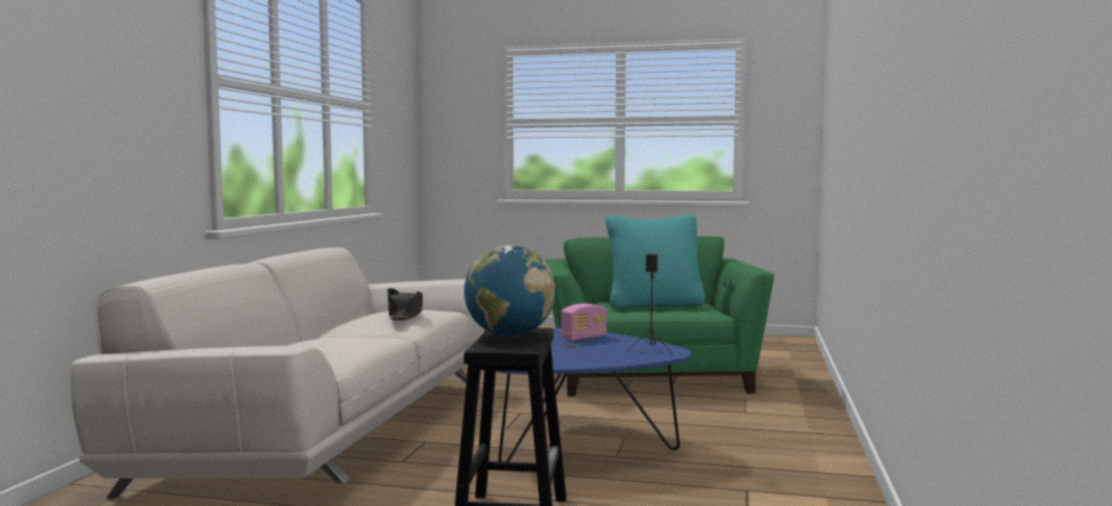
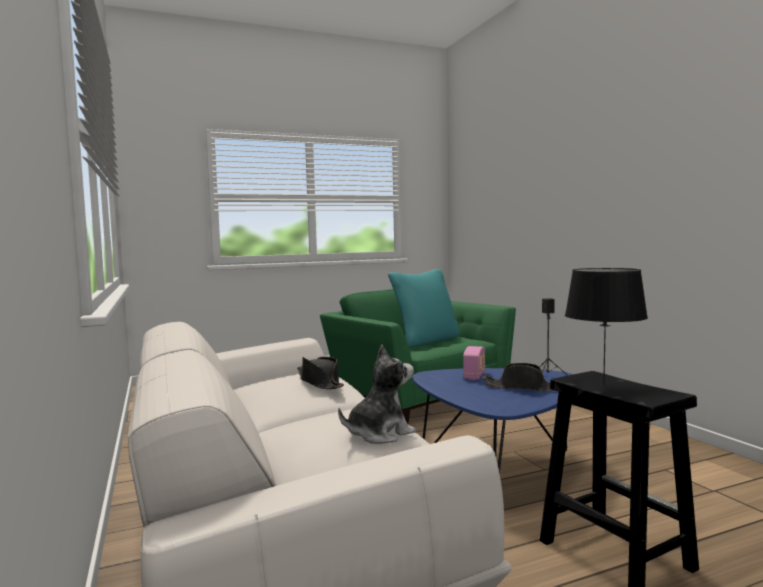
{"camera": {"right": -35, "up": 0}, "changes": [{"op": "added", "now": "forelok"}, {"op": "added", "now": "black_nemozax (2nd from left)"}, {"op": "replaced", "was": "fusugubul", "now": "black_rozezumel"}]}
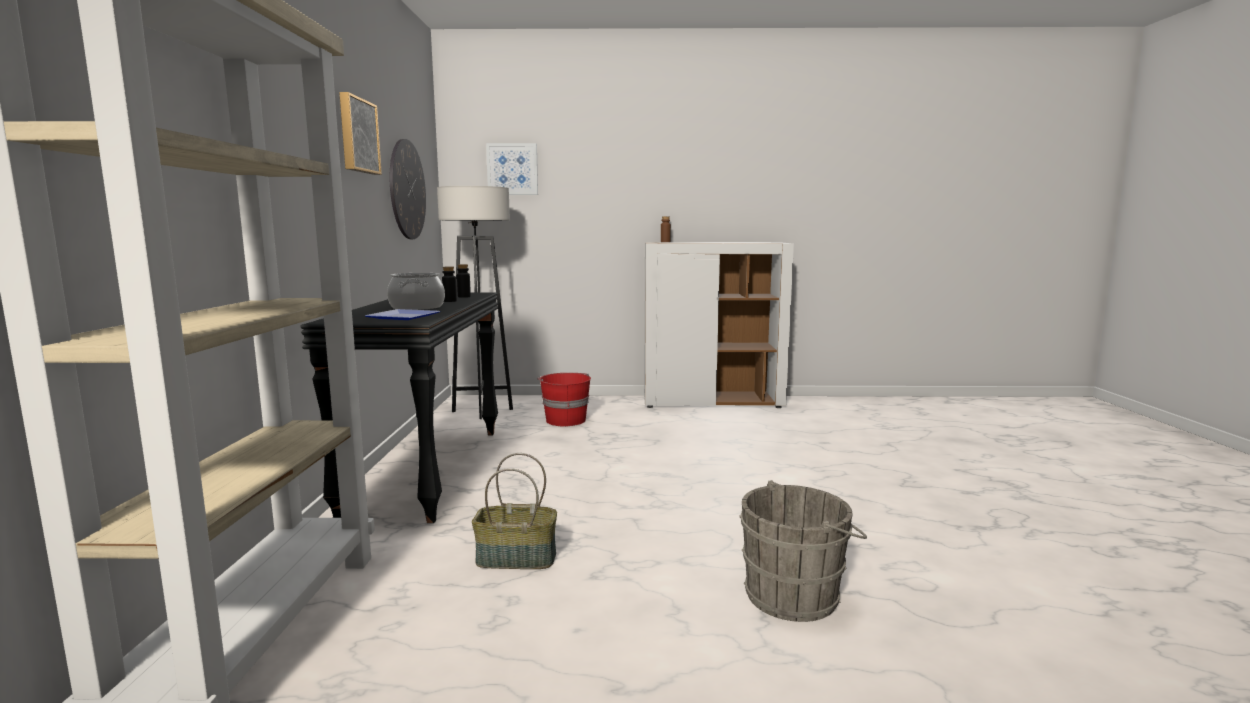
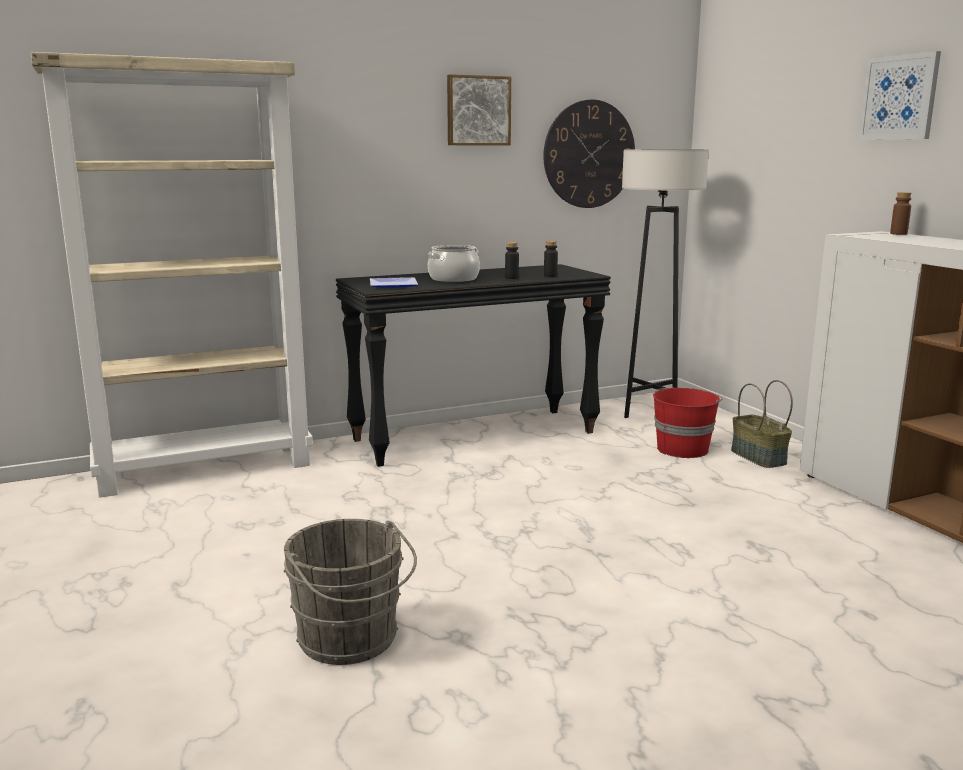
{"camera": {"right": 65, "up": 5}, "changes": [{"op": "moved", "was": "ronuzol"}, {"op": "moved", "was": "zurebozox (2nd from left)"}]}
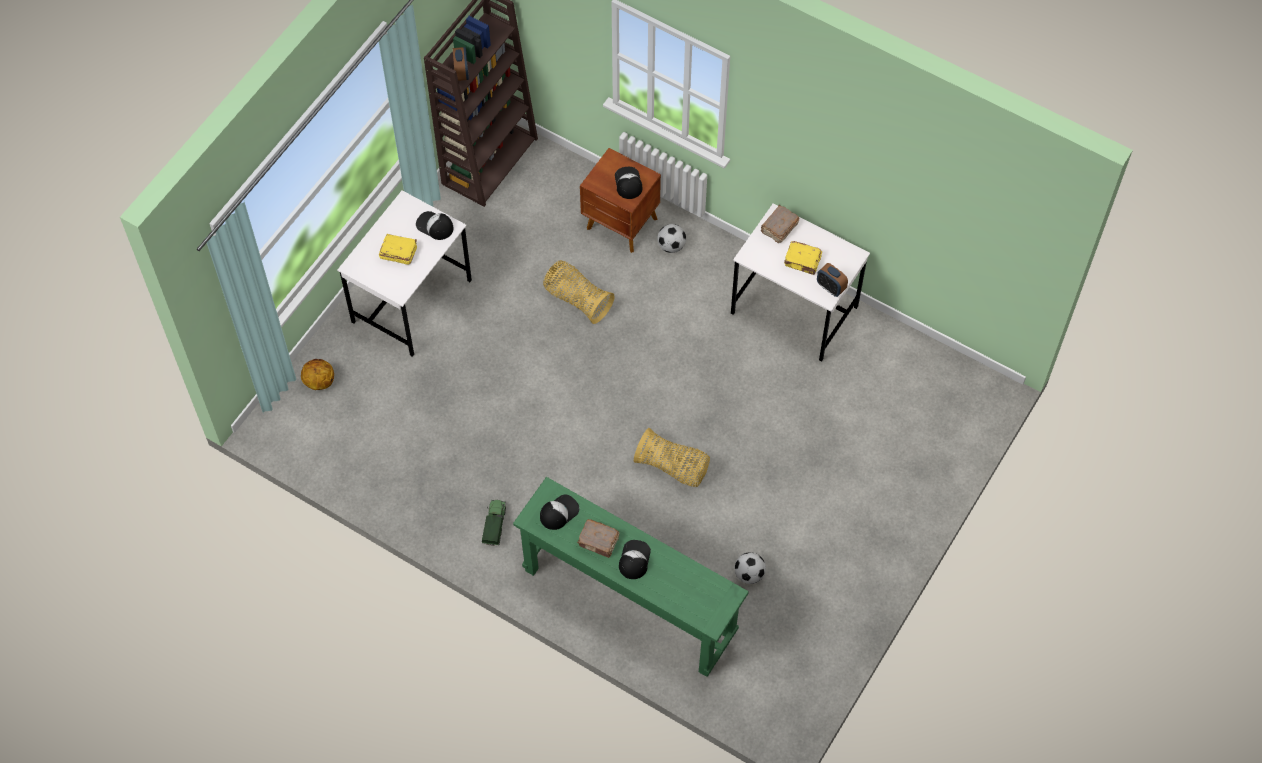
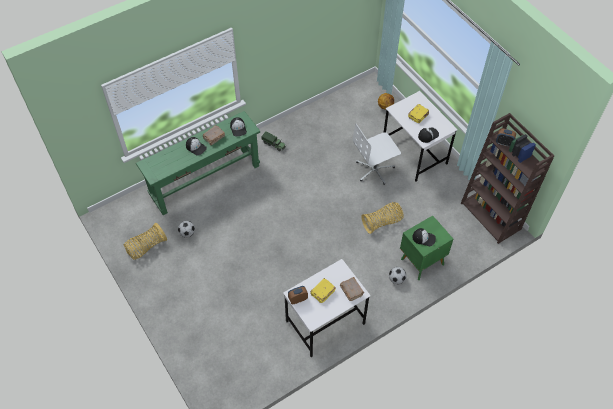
{"camera": {"right": 115, "up": -5}, "changes": [{"op": "moved", "was": "ronuzol (2nd from left in the first image)", "now": "ronuzol (1st from left)"}, {"op": "added", "now": "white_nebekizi"}, {"op": "recoloured", "was": "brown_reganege", "now": "green_reganege"}]}
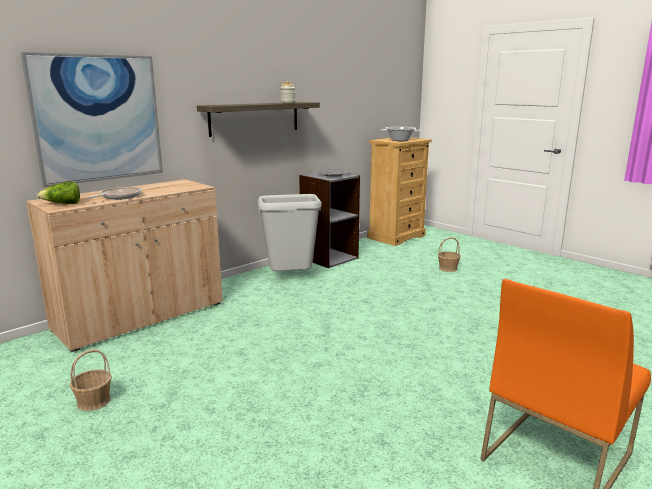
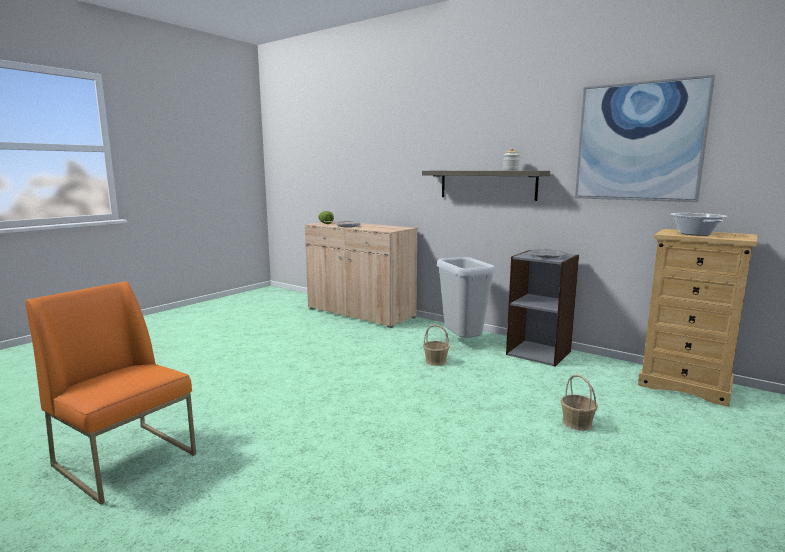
{"camera": {"right": 80, "up": -5}, "changes": [{"op": "moved", "was": "ronuzol (1st from left)"}, {"op": "moved", "was": "zurebozox"}]}
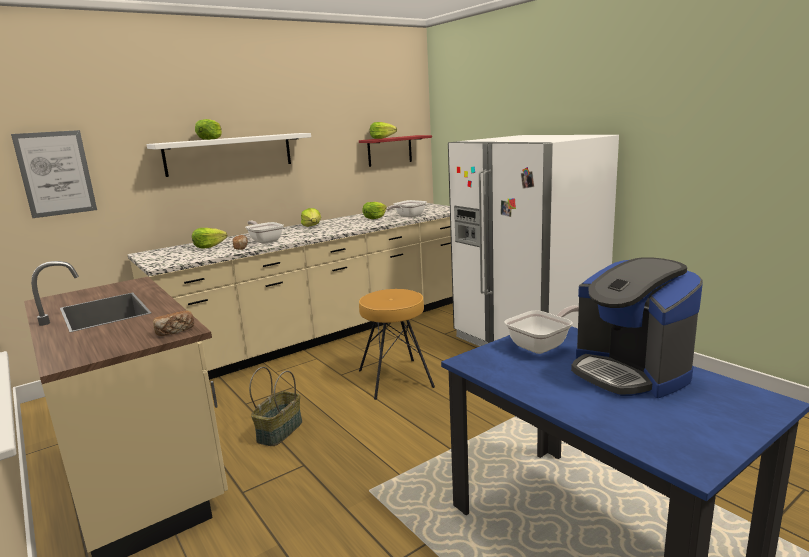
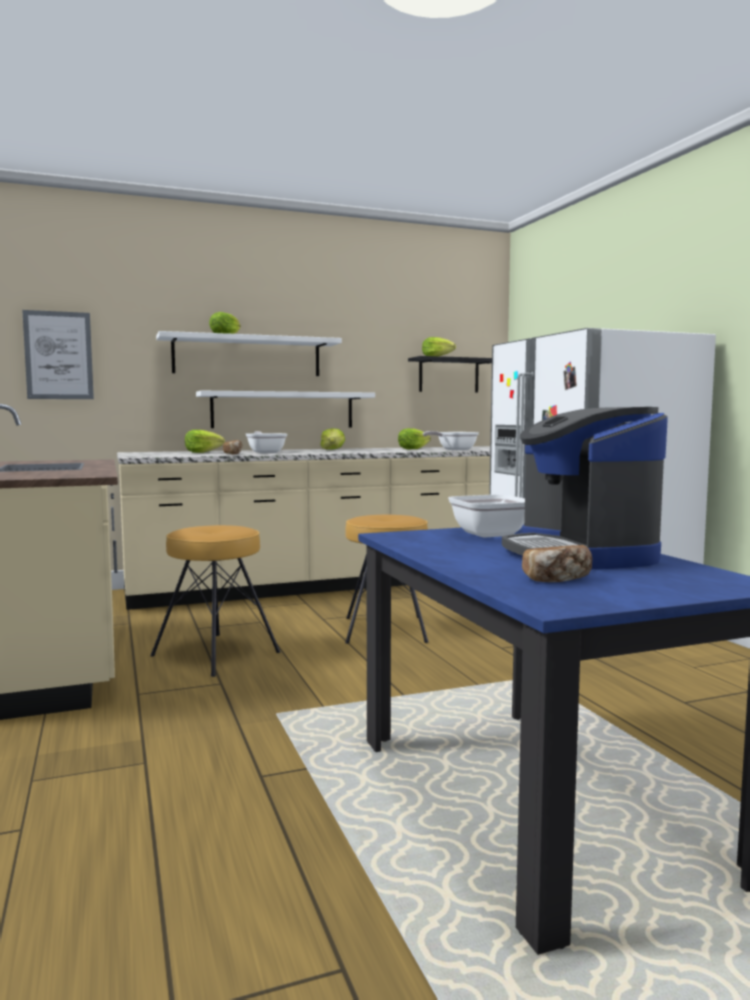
{"camera": {"right": 15, "up": -10}, "changes": [{"op": "replaced", "was": "ronuzol", "now": "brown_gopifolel (1st from left)"}, {"op": "added", "now": "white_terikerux (2nd from left)"}, {"op": "recoloured", "was": "red_terikerux", "now": "black_terikerux"}, {"op": "moved", "was": "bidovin (1st from left in the first image)", "now": "bidovin (2nd from left)"}]}
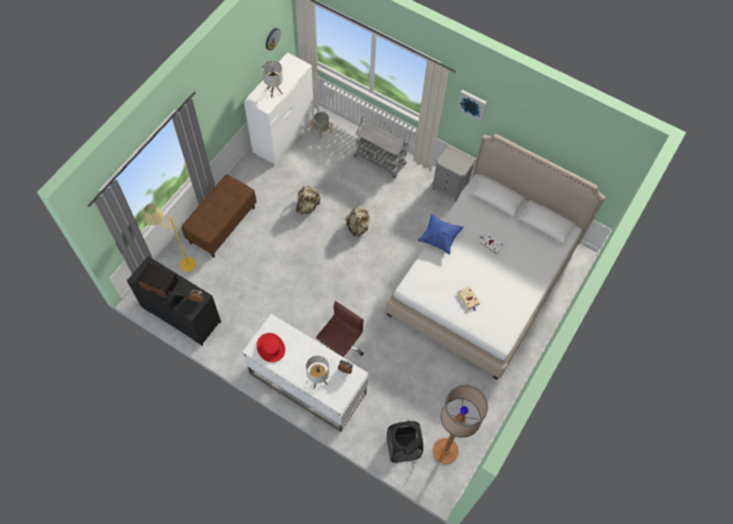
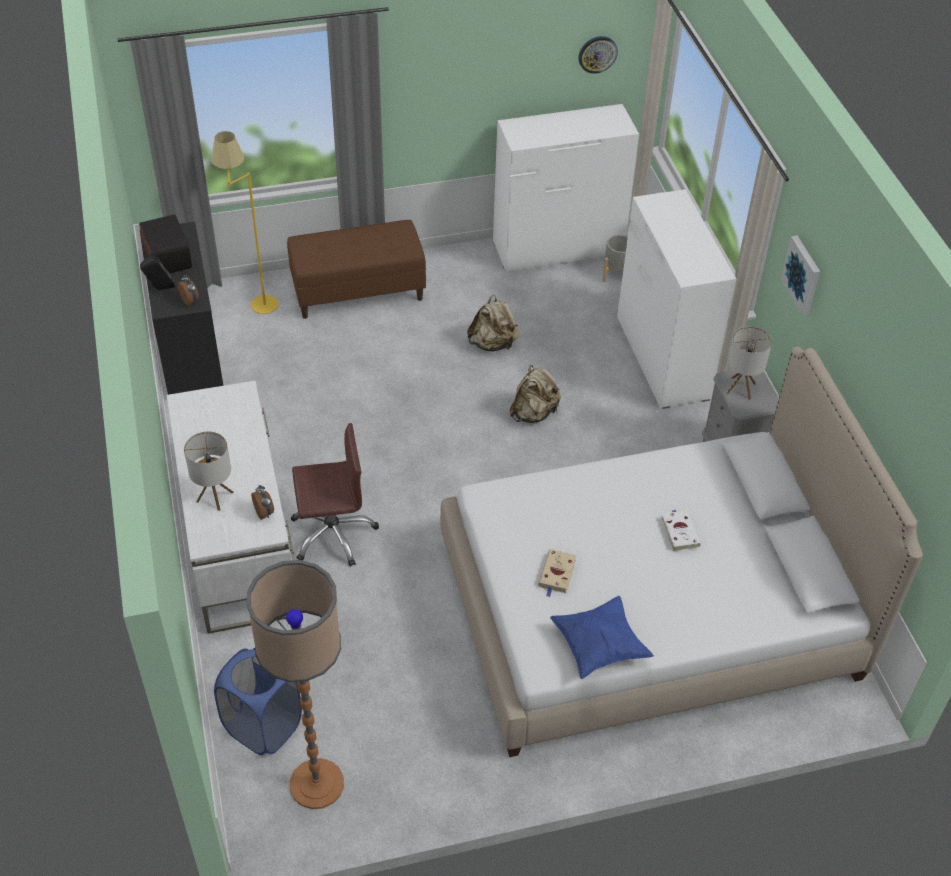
{"camera": {"right": 45, "up": -15}, "changes": [{"op": "recoloured", "was": "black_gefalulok", "now": "blue_gefalulok"}, {"op": "moved", "was": "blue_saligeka"}, {"op": "replaced", "was": "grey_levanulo", "now": "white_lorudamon (2nd from left)"}, {"op": "moved", "was": "rozezumel (1st from left in the first image)", "now": "rozezumel (2nd from left)"}, {"op": "removed", "was": "red_nemozax"}]}
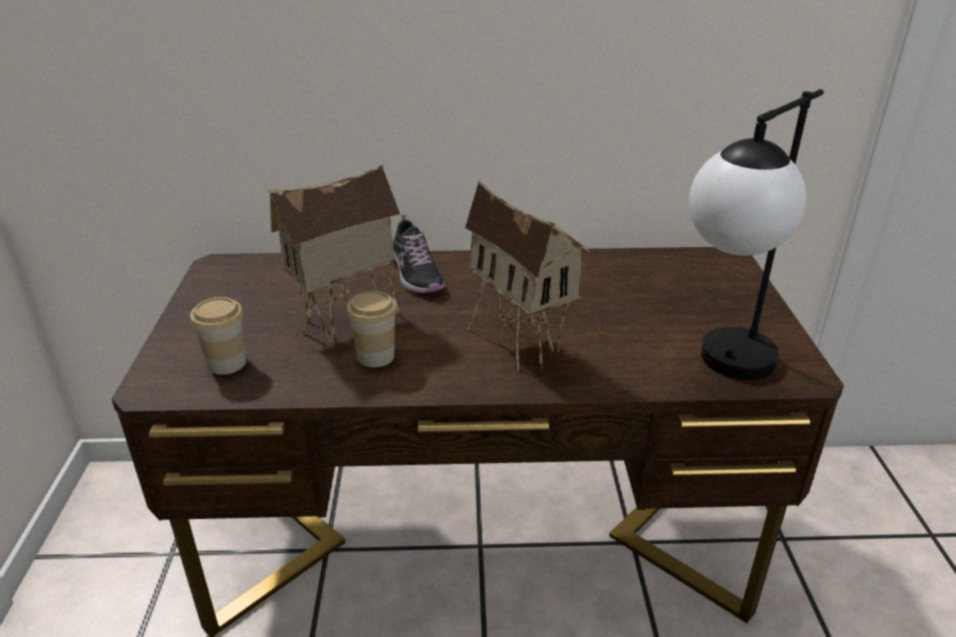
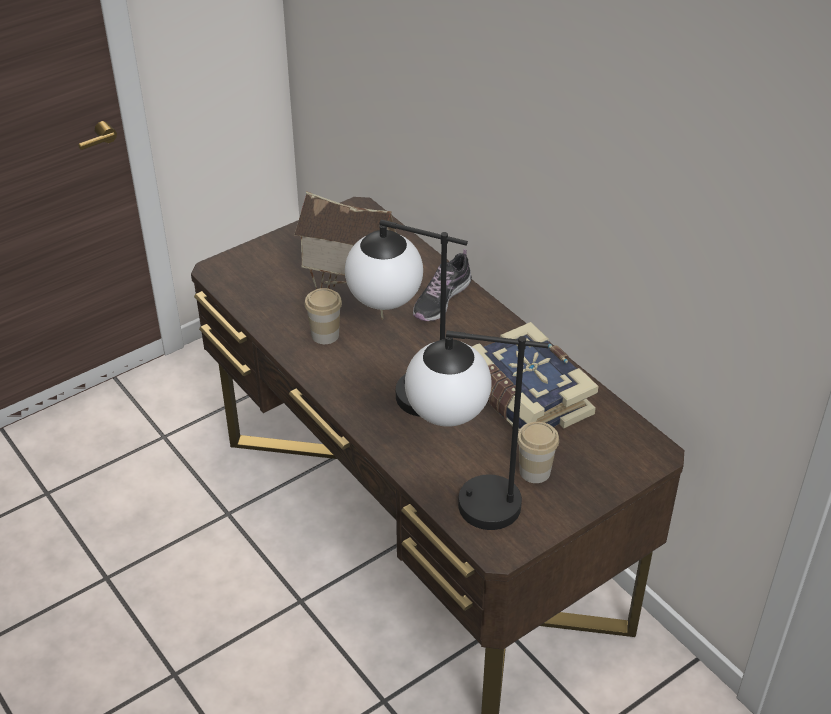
{"camera": {"right": 55, "up": 10}, "changes": [{"op": "replaced", "was": "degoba (2nd from left)", "now": "rozezumel (1st from left)"}, {"op": "added", "now": "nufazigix"}, {"op": "moved", "was": "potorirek (1st from left in the first image)", "now": "potorirek (2nd from left)"}]}
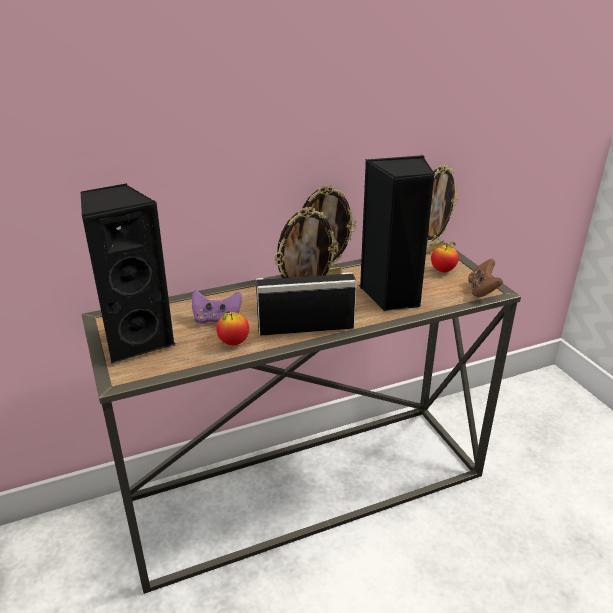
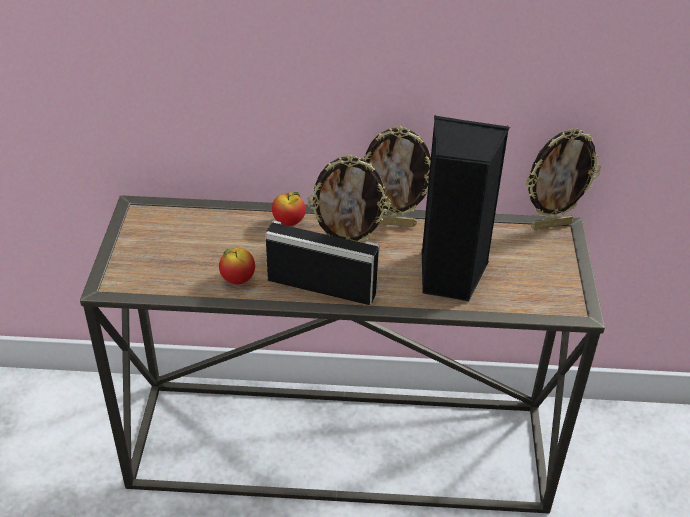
{"camera": {"right": 25, "up": 10}, "changes": [{"op": "moved", "was": "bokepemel (2nd from left)"}, {"op": "removed", "was": "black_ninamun (1st from left)"}, {"op": "removed", "was": "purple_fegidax"}, {"op": "removed", "was": "brown_fegidax"}]}
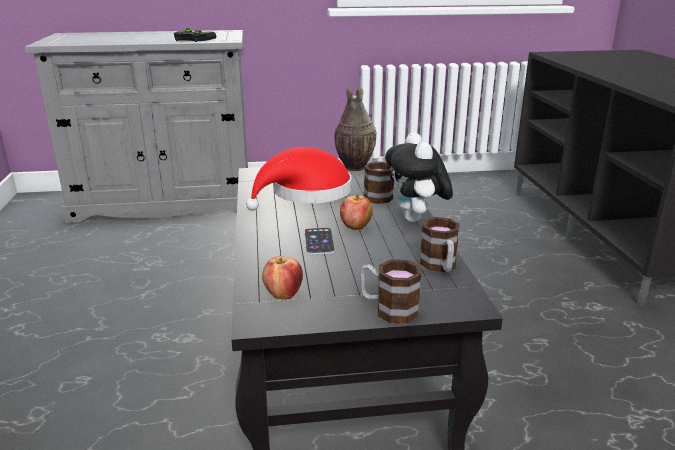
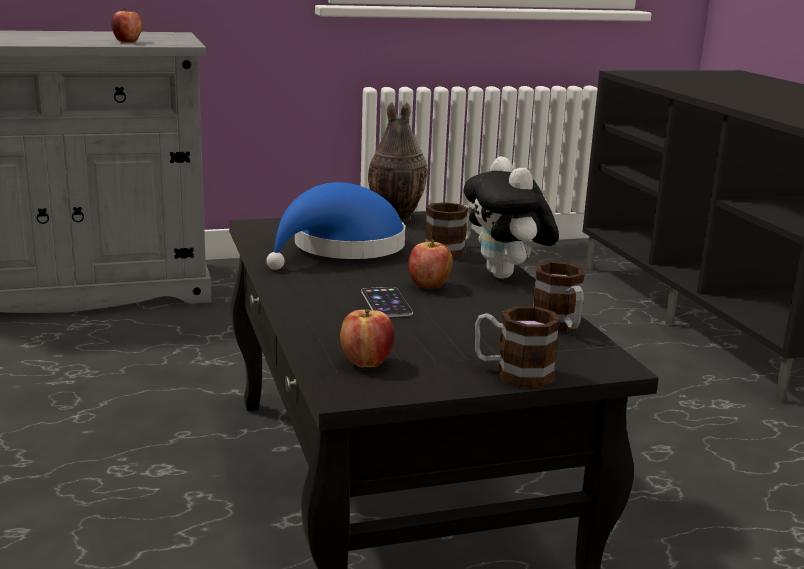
{"camera": {"right": -10, "up": -5}, "changes": [{"op": "replaced", "was": "black_fegidax", "now": "bokepemel (1st from left)"}, {"op": "recoloured", "was": "red_nemozax", "now": "blue_nemozax"}]}
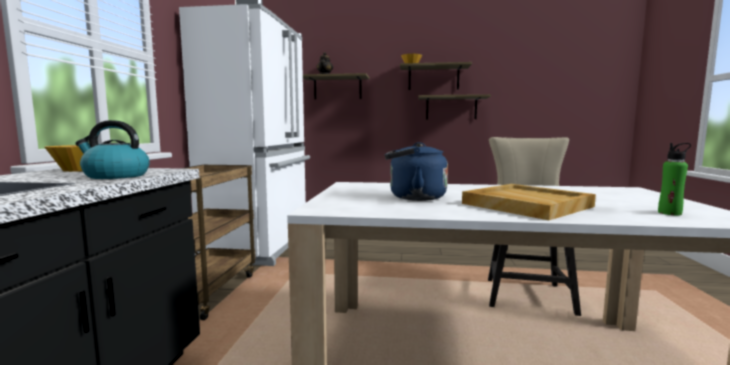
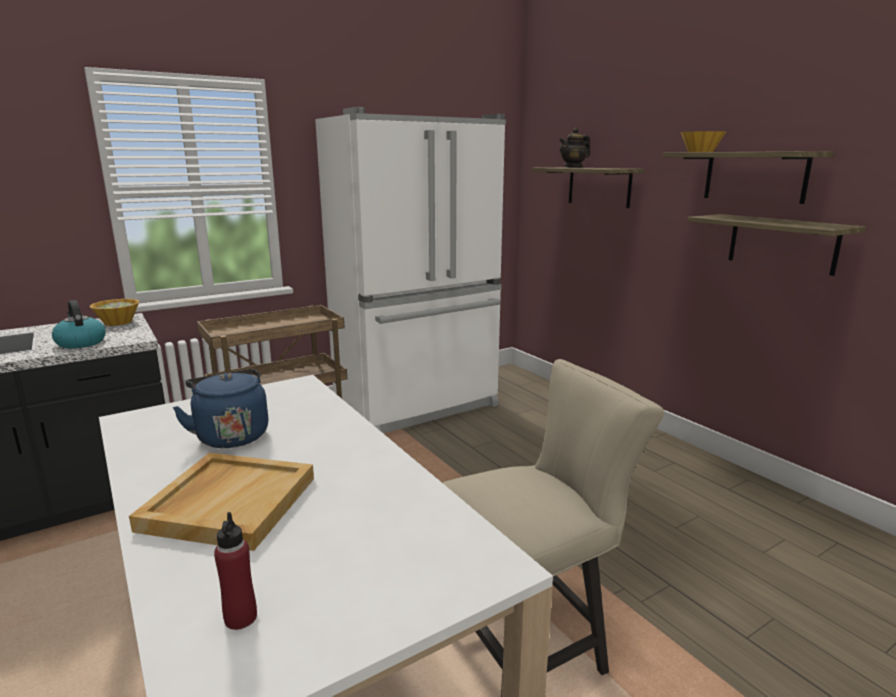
{"camera": {"right": 50, "up": 10}, "changes": [{"op": "recoloured", "was": "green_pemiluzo", "now": "red_pemiluzo"}]}
